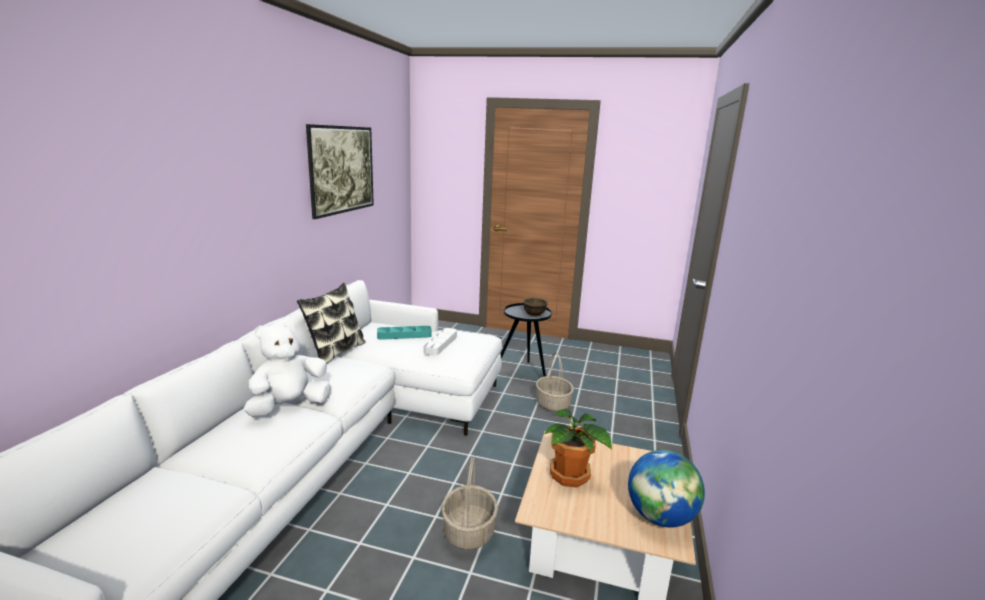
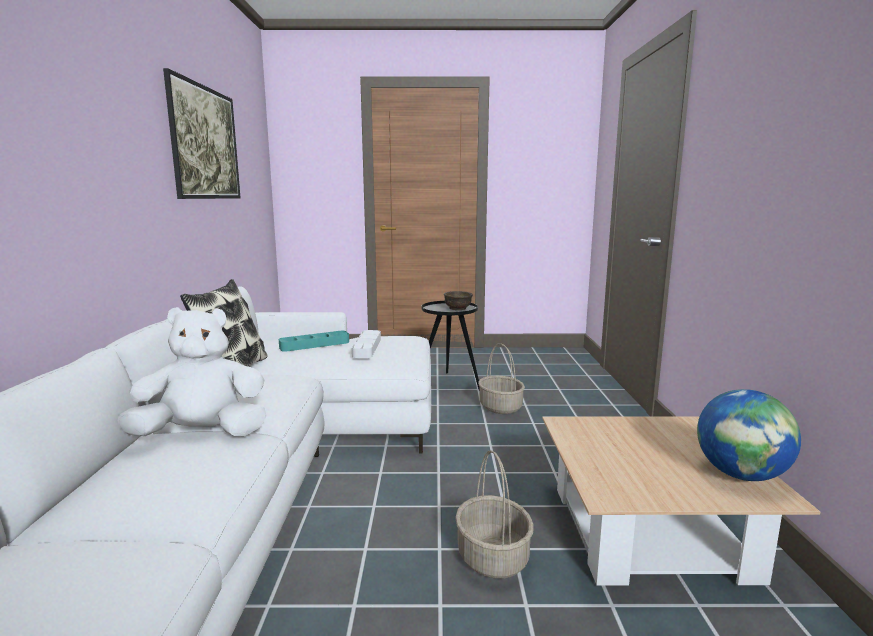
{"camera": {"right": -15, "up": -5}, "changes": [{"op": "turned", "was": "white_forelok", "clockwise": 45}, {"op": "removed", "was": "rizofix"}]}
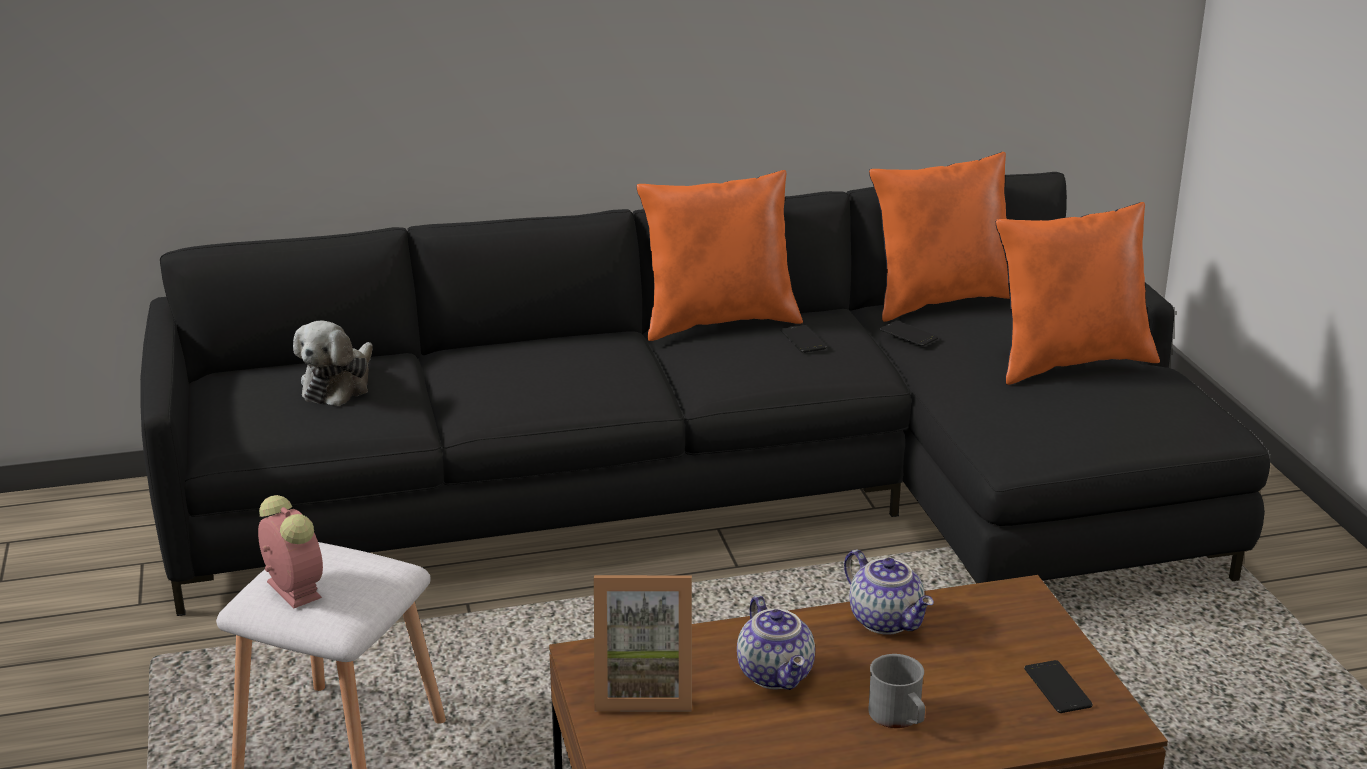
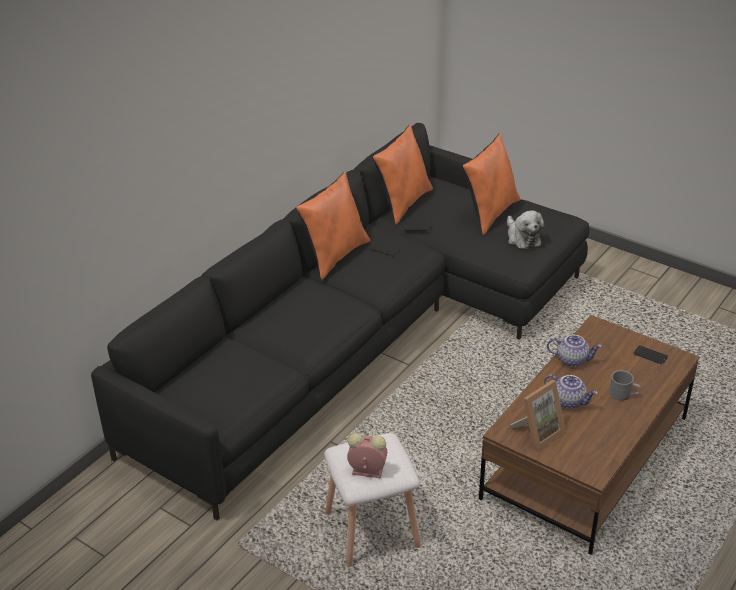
{"camera": {"right": -40, "up": 10}, "changes": [{"op": "moved", "was": "forelok"}]}
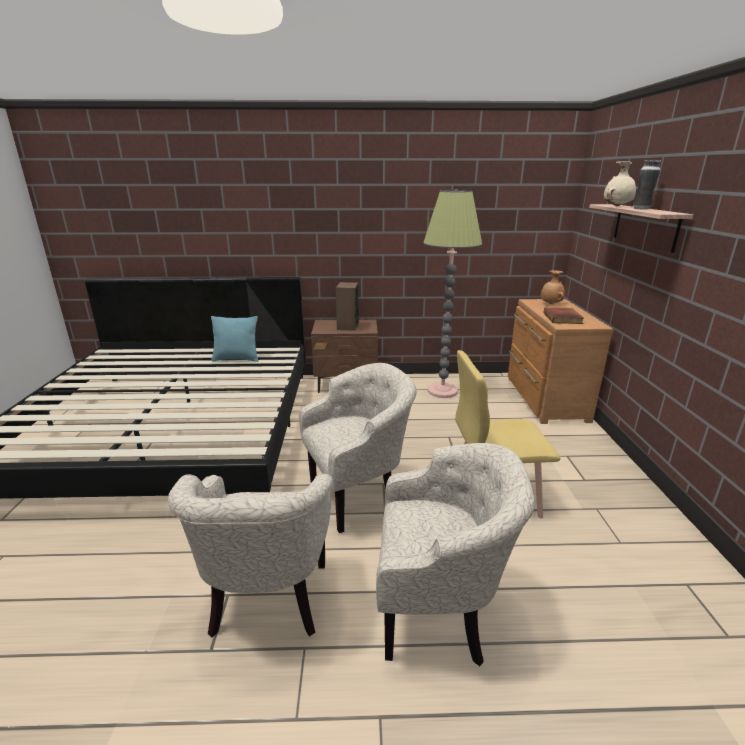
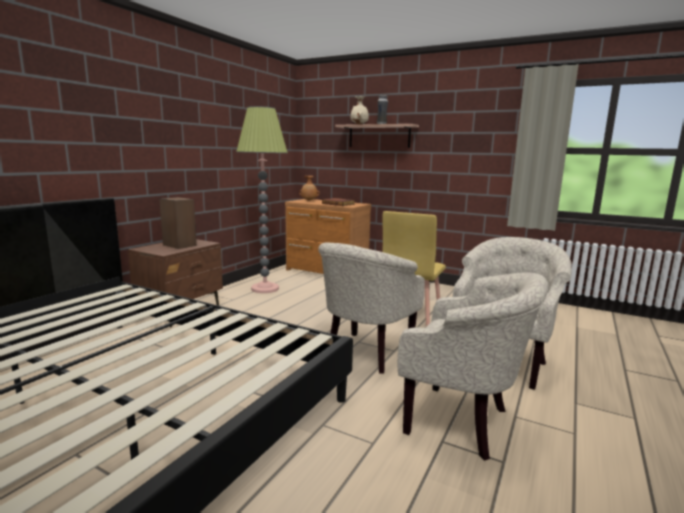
{"camera": {"right": -60, "up": -10}, "changes": [{"op": "turned", "was": "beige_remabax (2nd from left in the first image)", "clockwise": -150}, {"op": "removed", "was": "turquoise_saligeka"}]}
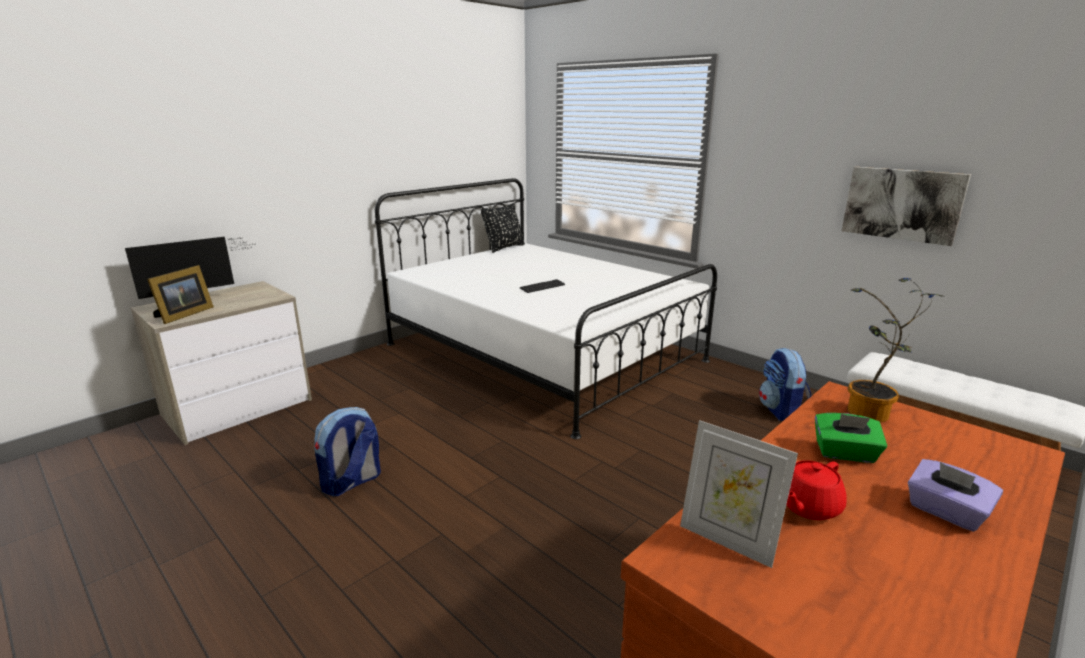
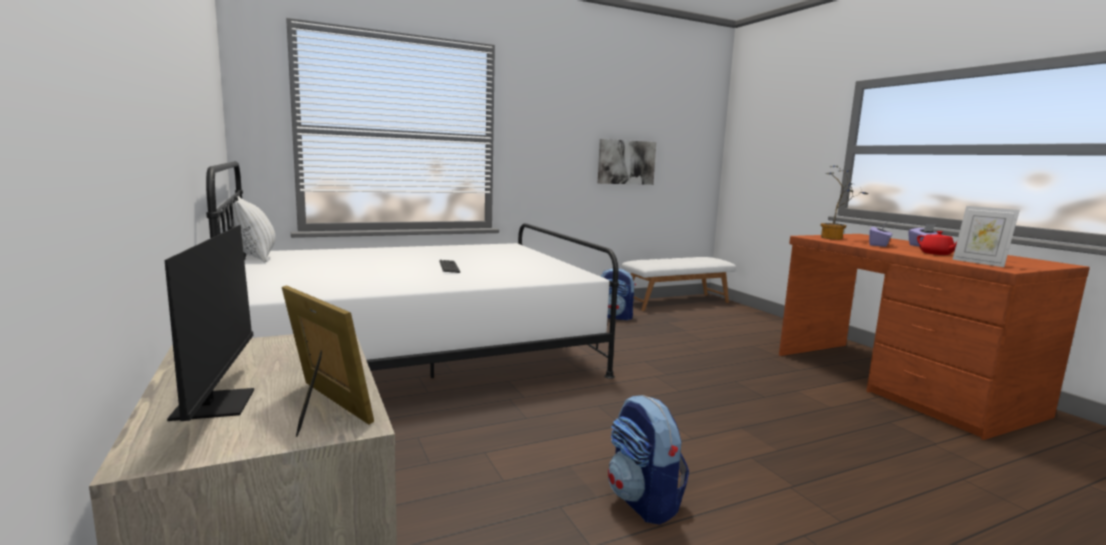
{"camera": {"right": -70, "up": -10}, "changes": [{"op": "recoloured", "was": "black_saligeka", "now": "white_saligeka"}, {"op": "recoloured", "was": "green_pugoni", "now": "purple_pugoni (1st from left)"}, {"op": "turned", "was": "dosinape (2nd from left)", "clockwise": 90}]}
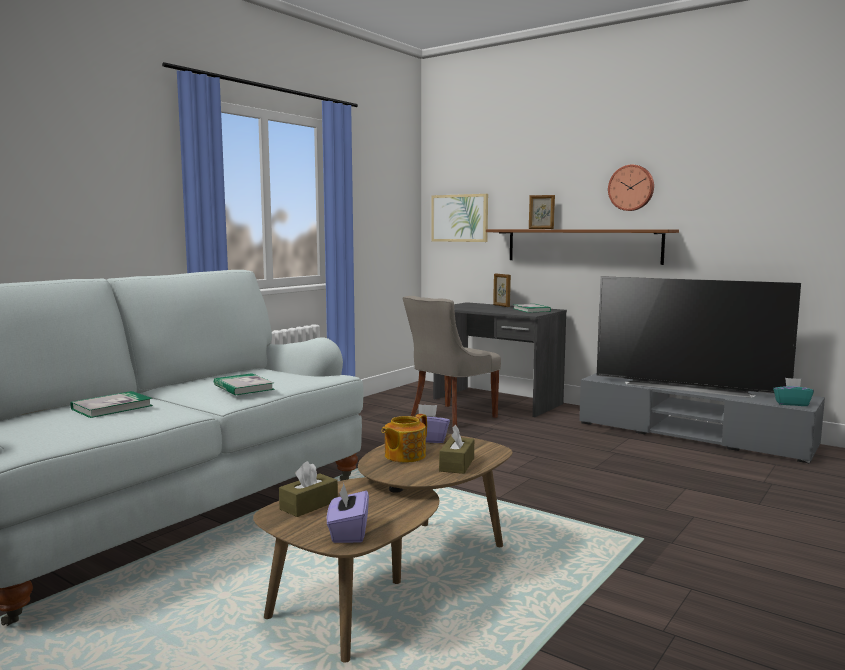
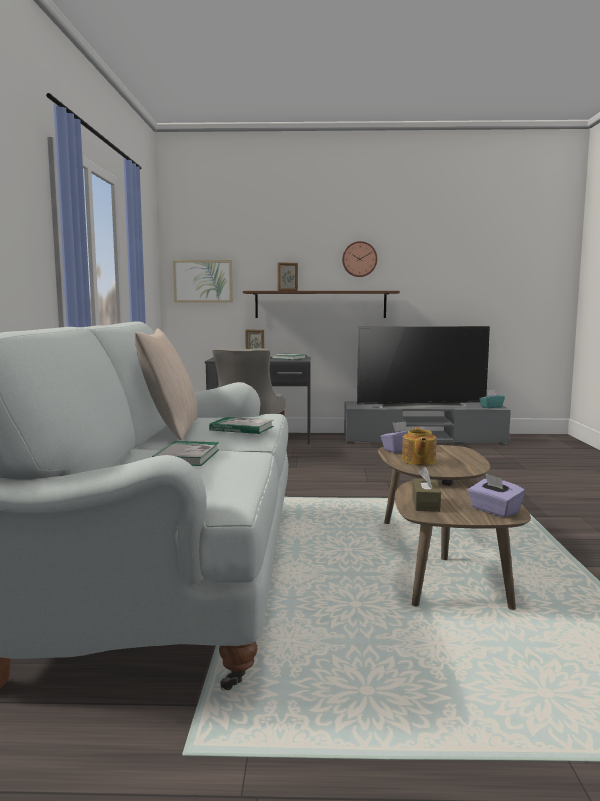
{"camera": {"right": -35, "up": 0}, "changes": [{"op": "added", "now": "beige_saligeka"}, {"op": "removed", "was": "brown_pugoni (2nd from left)"}]}
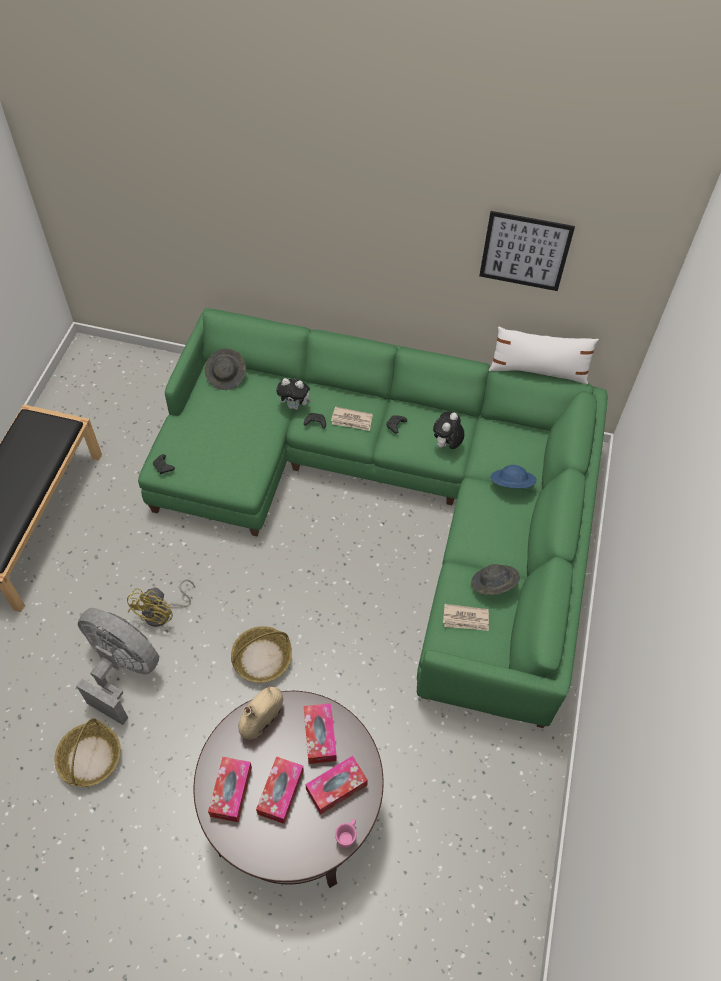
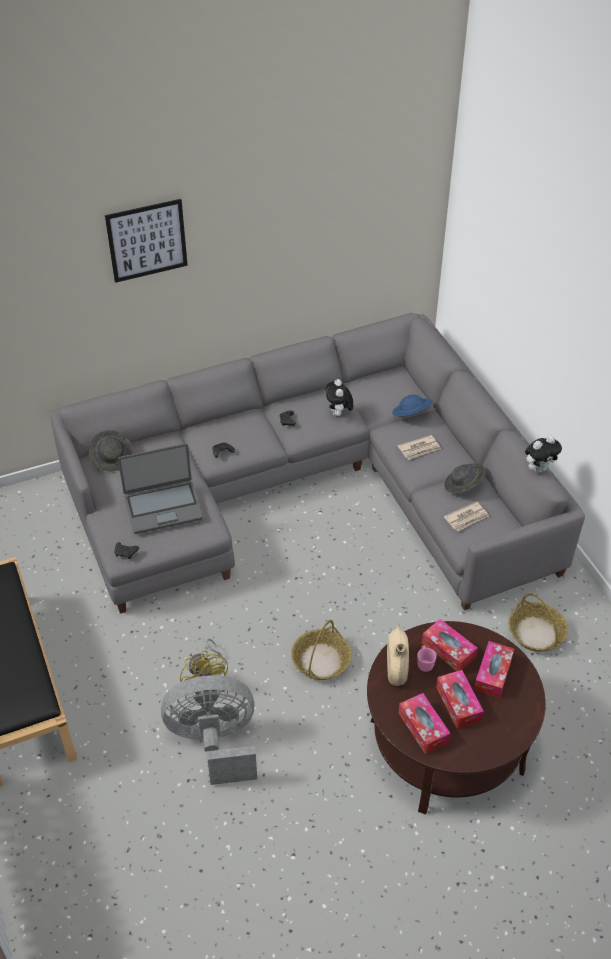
{"camera": {"right": -35, "up": -10}, "changes": [{"op": "recoloured", "was": "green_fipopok", "now": "grey_fipopok"}, {"op": "moved", "was": "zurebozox"}, {"op": "added", "now": "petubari"}, {"op": "moved", "was": "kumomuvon (1st from left)"}, {"op": "moved", "was": "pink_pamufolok"}, {"op": "moved", "was": "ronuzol (1st from left in the first image)", "now": "ronuzol (2nd from left)"}, {"op": "moved", "was": "forelok (1st from left in the first image)", "now": "forelok (2nd from left)"}, {"op": "removed", "was": "white_saligeka"}]}
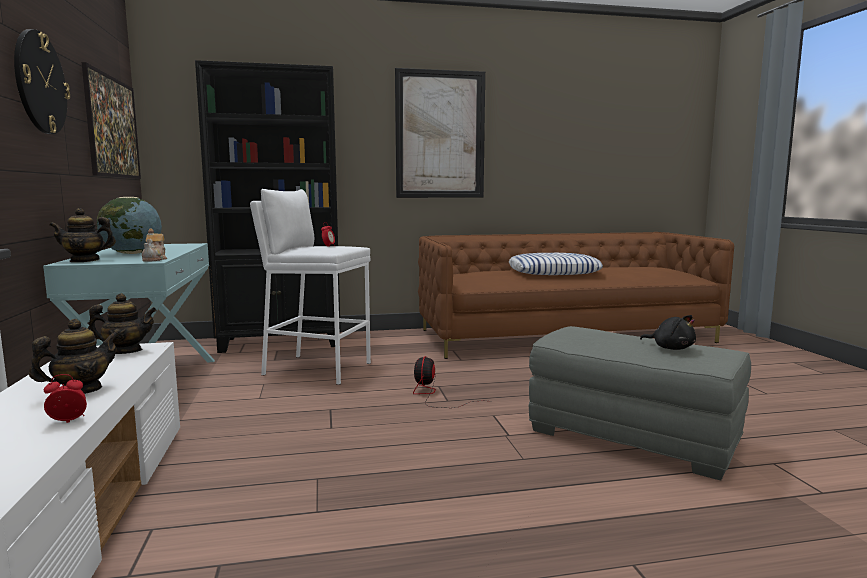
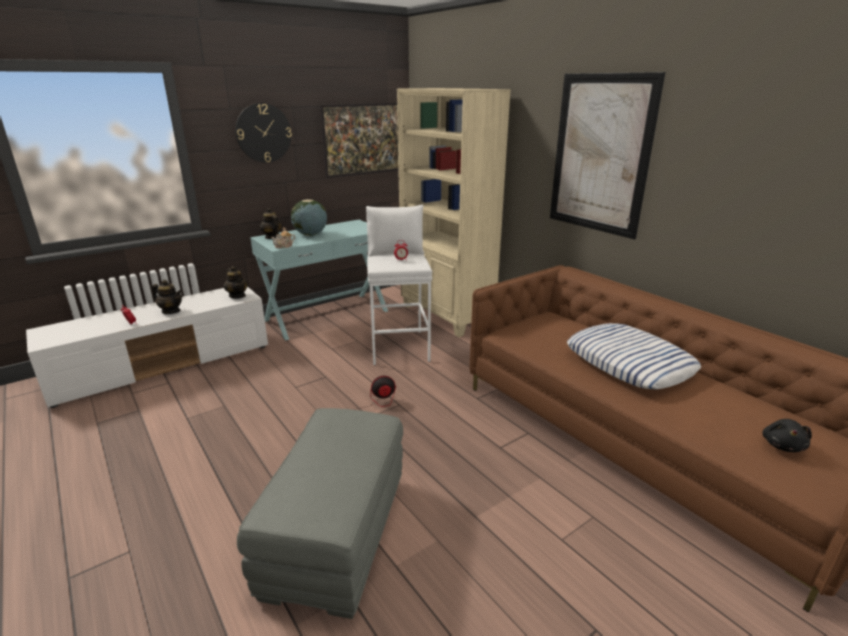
{"camera": {"right": 65, "up": 15}, "changes": [{"op": "recoloured", "was": "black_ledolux", "now": "beige_ledolux"}, {"op": "moved", "was": "black_forelok"}]}
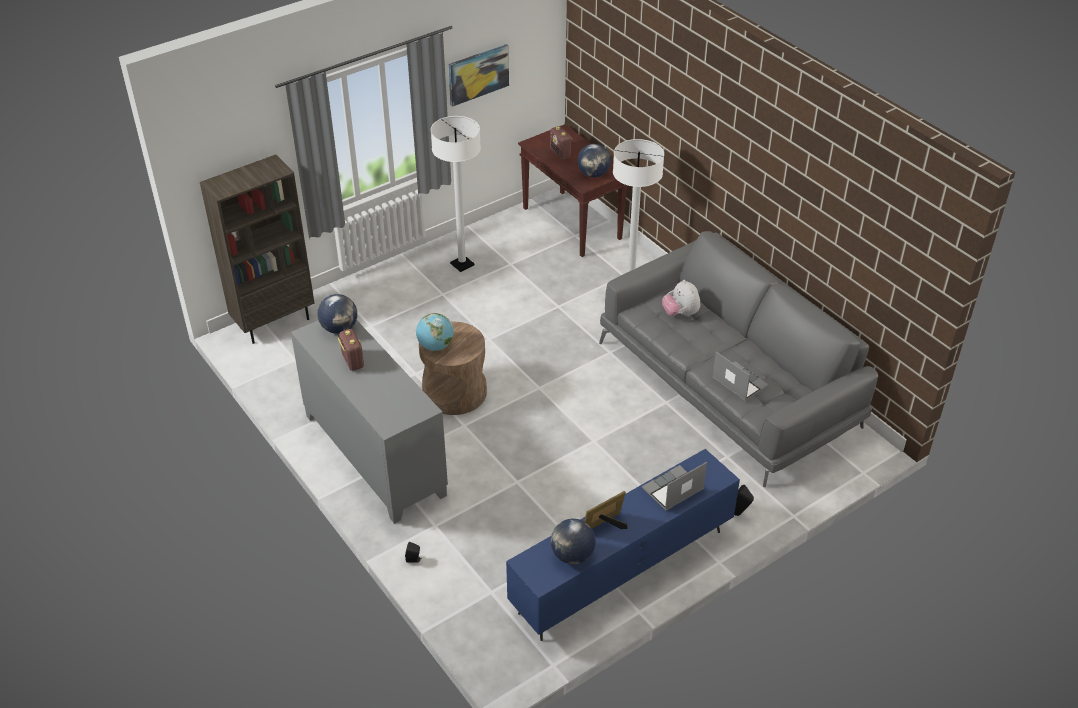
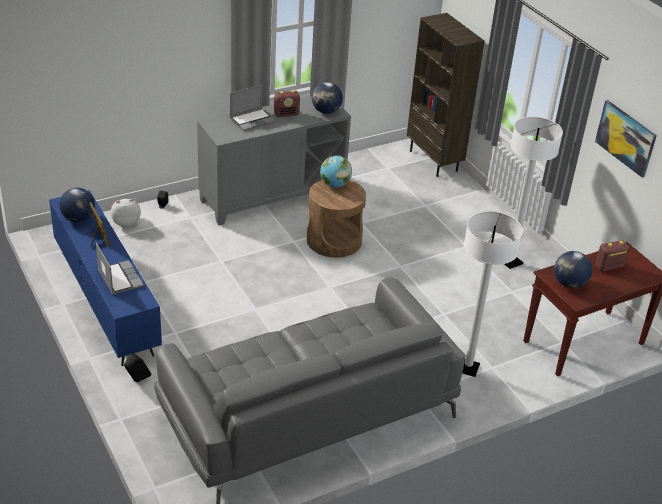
{"camera": {"right": 95, "up": -5}, "changes": [{"op": "moved", "was": "forelok"}, {"op": "moved", "was": "petubari (2nd from left)"}]}
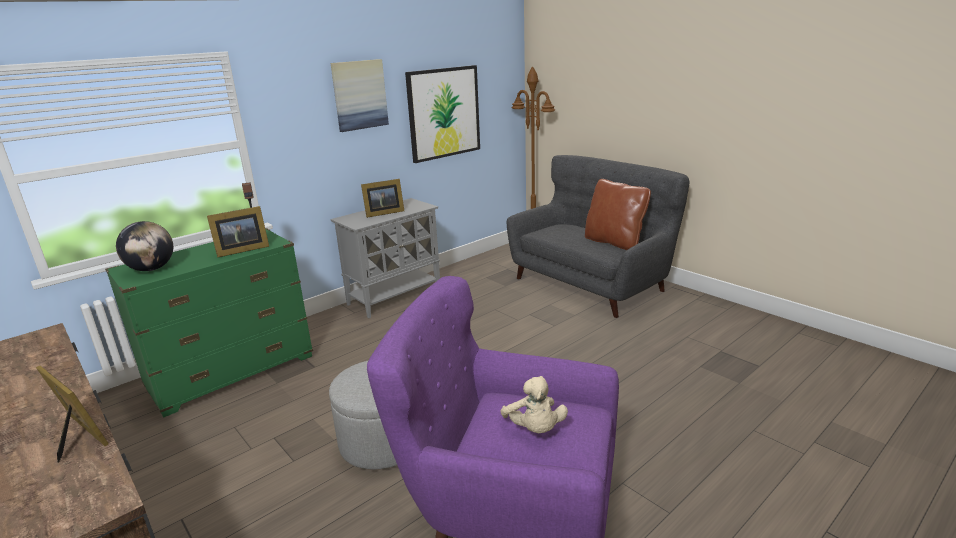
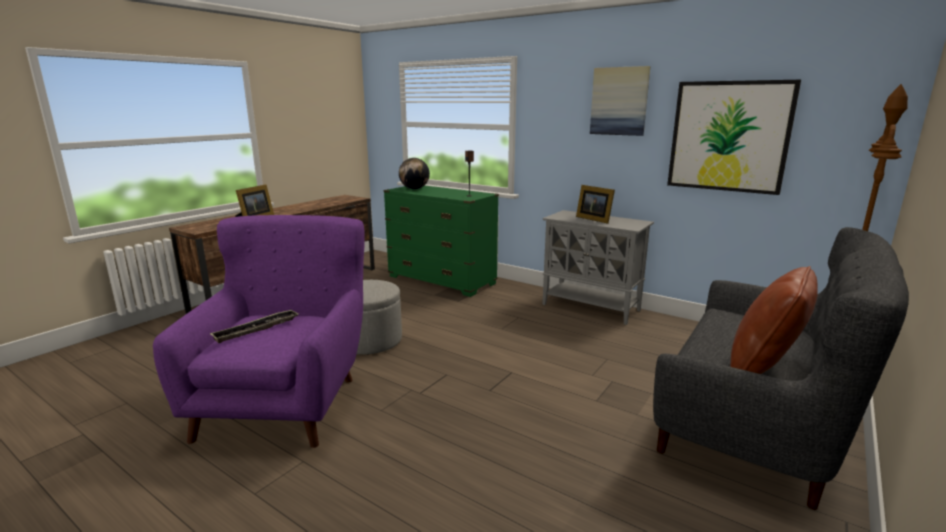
{"camera": {"right": 75, "up": -5}, "changes": [{"op": "replaced", "was": "beige_forelok", "now": "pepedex"}, {"op": "removed", "was": "dosinape (2nd from left)"}]}
